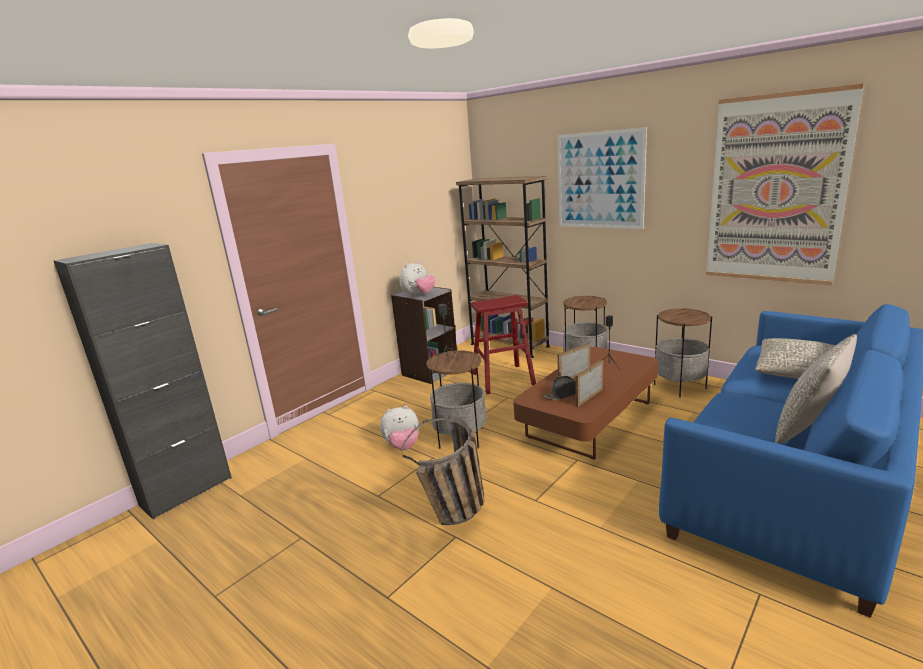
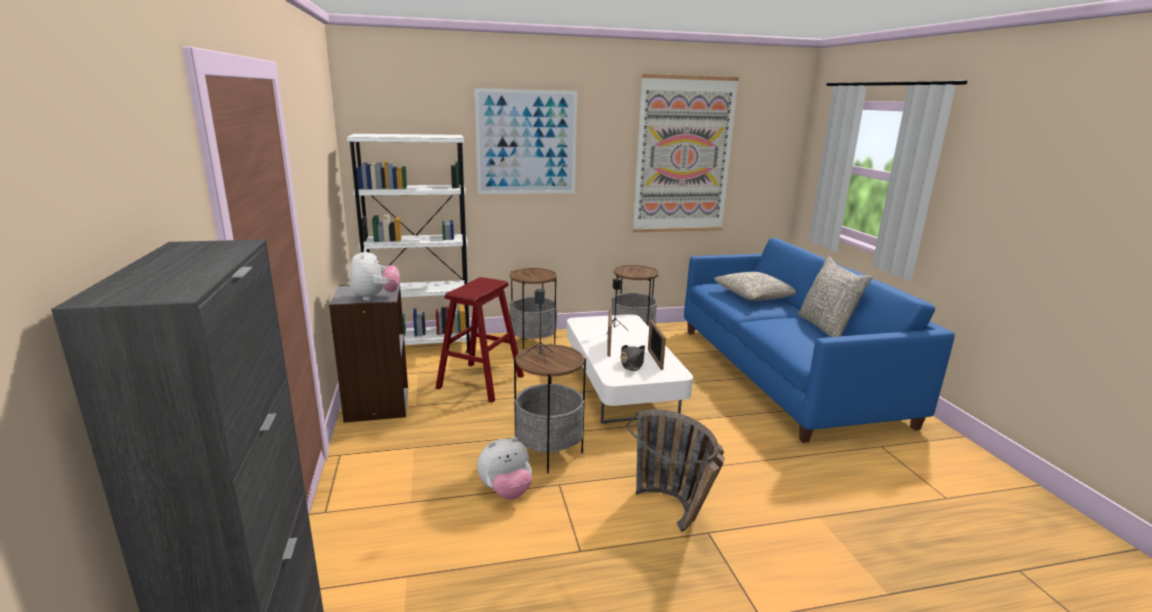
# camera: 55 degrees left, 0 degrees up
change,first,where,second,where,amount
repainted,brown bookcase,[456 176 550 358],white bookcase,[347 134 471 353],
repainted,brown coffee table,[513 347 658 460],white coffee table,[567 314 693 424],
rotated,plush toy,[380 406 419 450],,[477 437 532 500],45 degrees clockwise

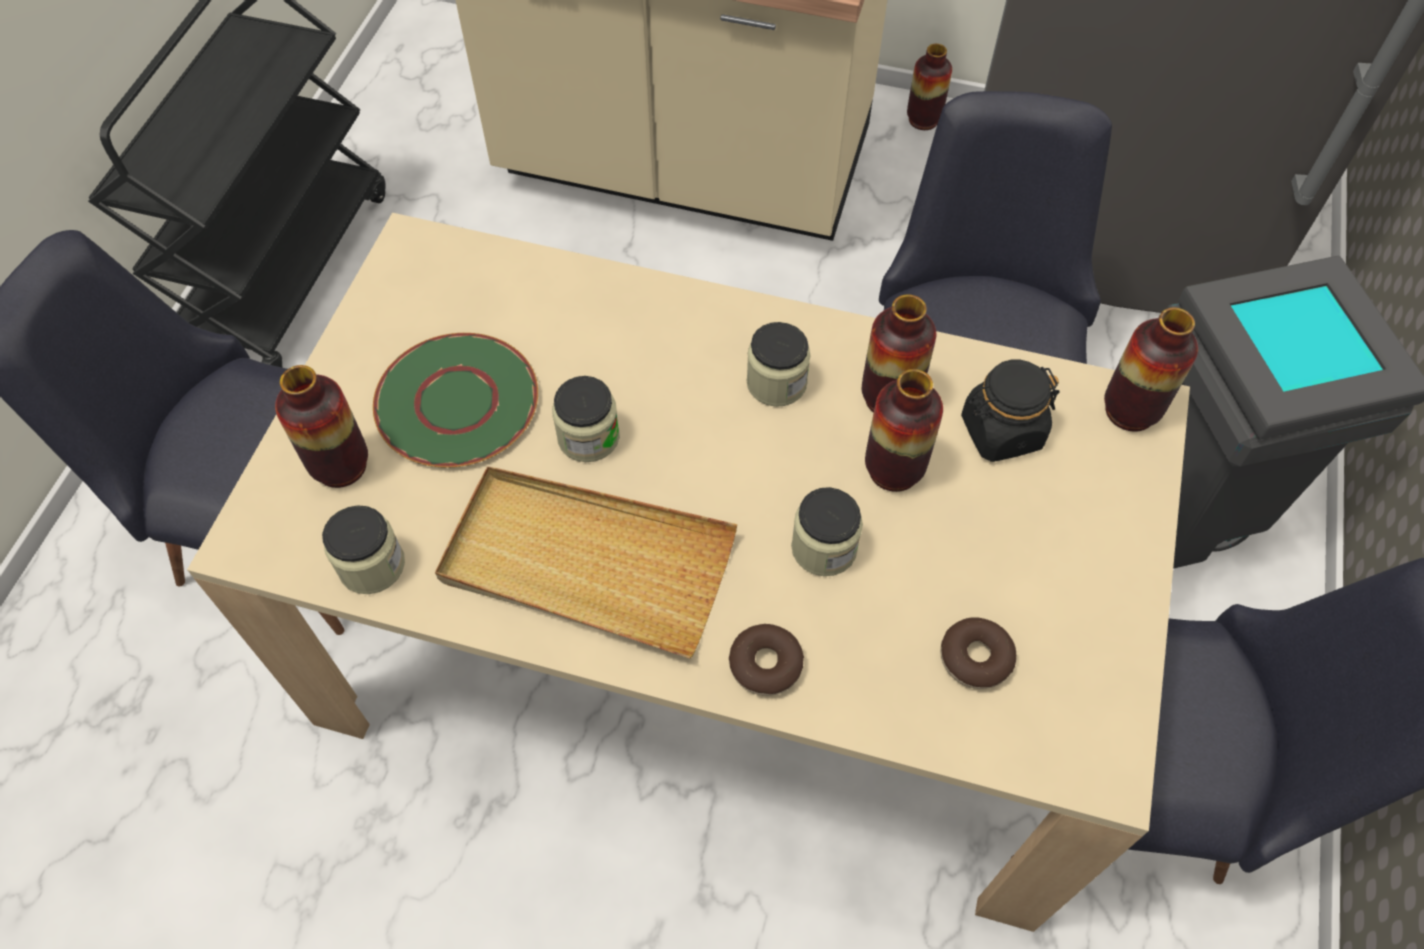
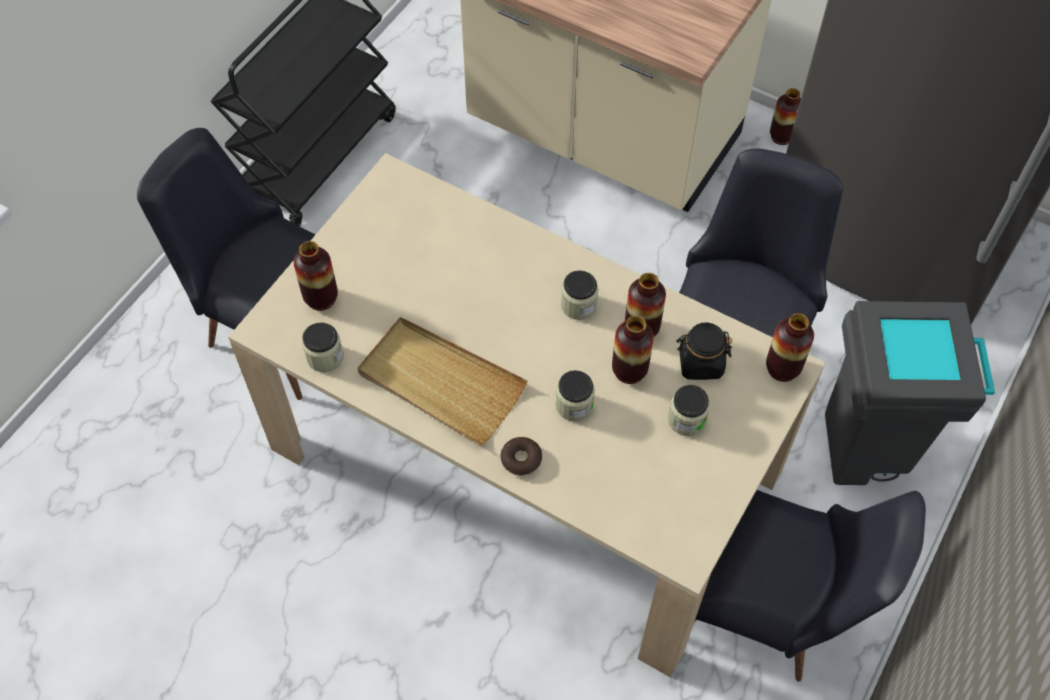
# camera: 15 degrees right, 0 degrees up
change,first,where,second,where,amount
gone,green plate,[373 333 538 468],,,
shifted,jar,[552 376 620 462],,[668 385 710 436],
gone,donut,[940 618 1016 689],,,

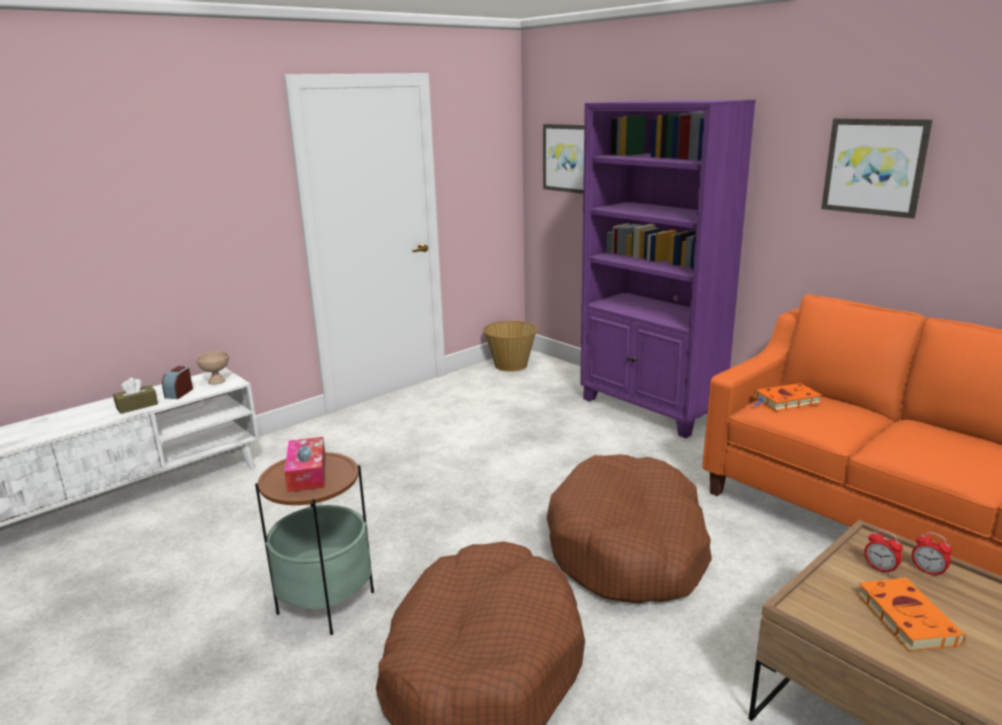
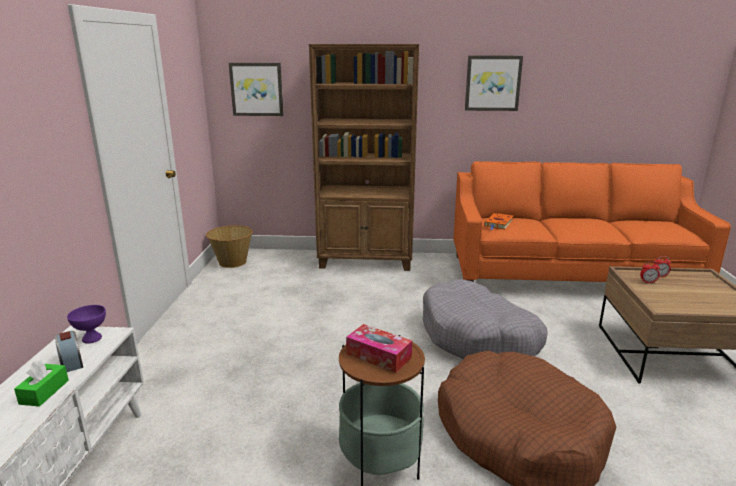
# camera: 45 degrees left, 0 degrees up
change,first,where,second,where,amount
repainted,purple bookcase,[580 100 756 438],brown bookcase,[309 44 419 271],
repainted,beige bowl,[196 351 229 385],purple bowl,[67 305 106 344],
repainted,brown tissue box,[113 377 158 414],green tissue box,[14 360 69 407],
repainted,brown dog bed,[546 454 712 603],grey dog bed,[423 279 548 359],
gone,orange book,[857 578 966 652],,,

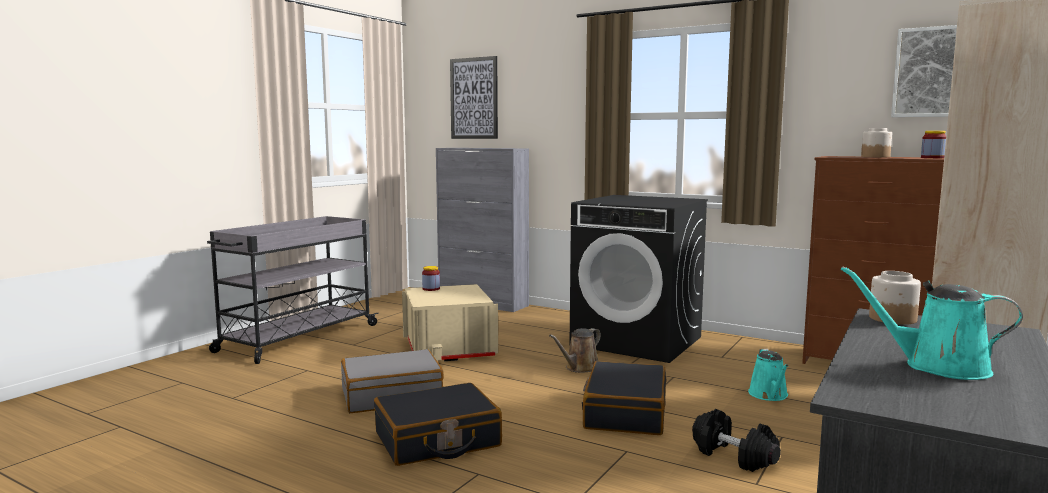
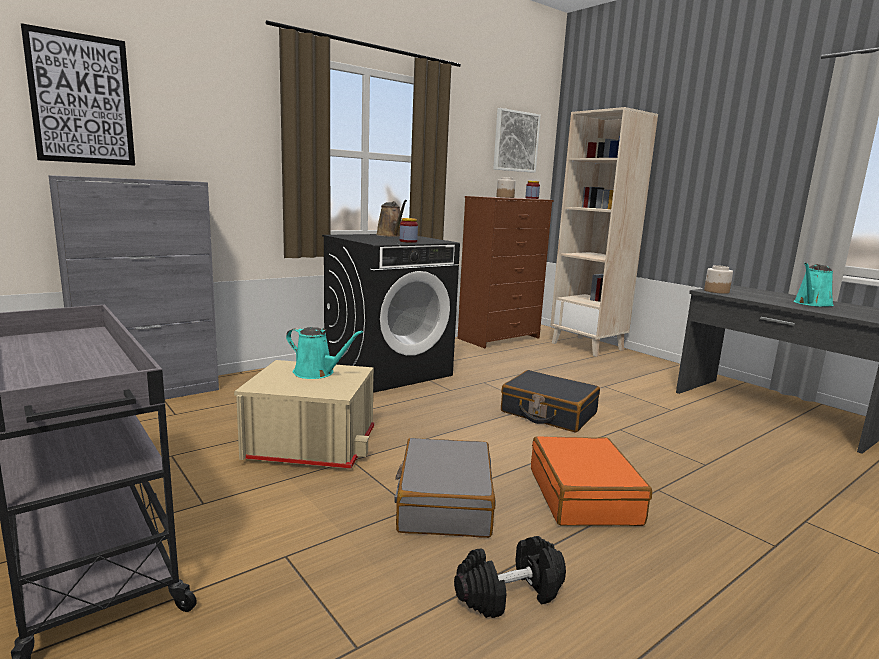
# camera: 70 degrees left, 5 degrees up
change,first,where,second,where,amount
shifted,jar,[422 266 440 291],,[400 218 418 243],
shifted,brown watering can,[549 328 601 373],,[376 200 407 237],
shifted,turquoise watering can,[748 349 789 401],,[286 327 363 379],
repainted,black suitcase,[374 383 502 466],orange suitcase,[531 436 652 526],
shifted,black dumbbell,[692 409 781 472],,[454 536 566 618],

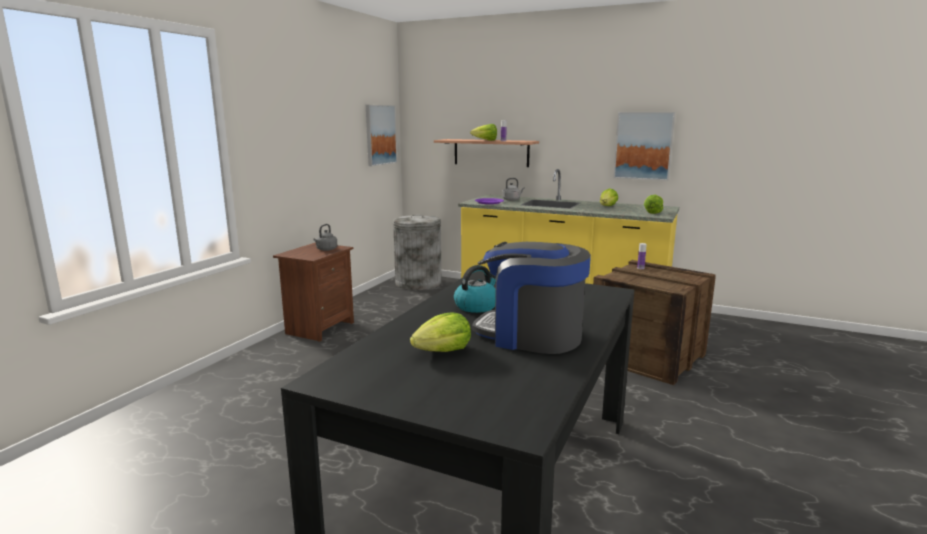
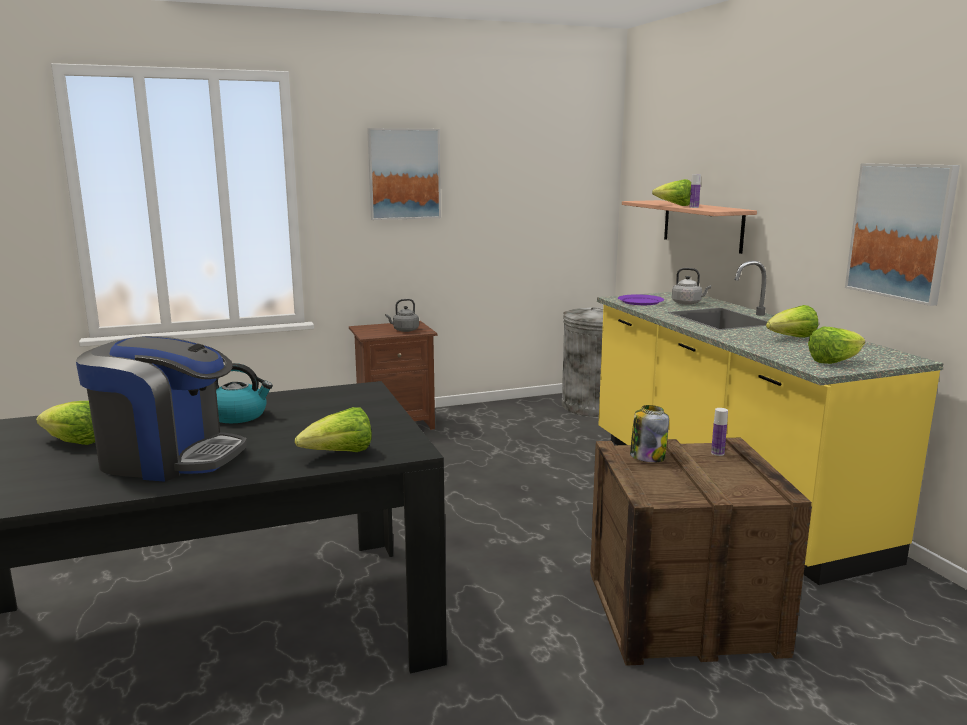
# camera: 45 degrees right, 0 degrees up
change,first,where,second,where,amount
shifted,picture,[366 105 397 166],,[367 128 441 220],
rotated,coffee machine,[472 242 591 354],,[76 336 247 482],120 degrees clockwise
new,,,jar,[630 405 669 463],
new,,,lettuce,[295 407 372 452],

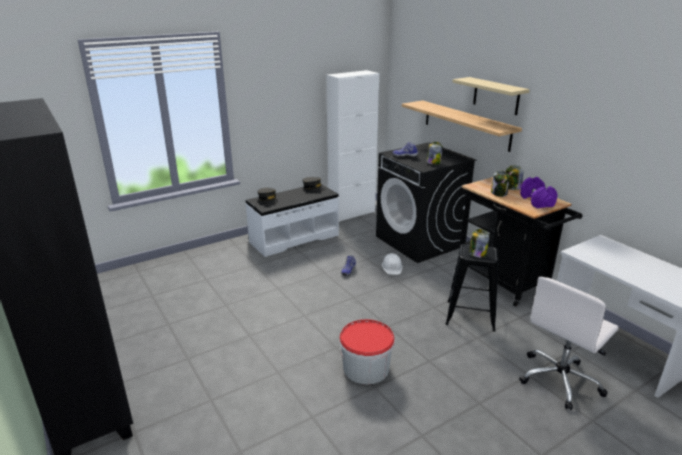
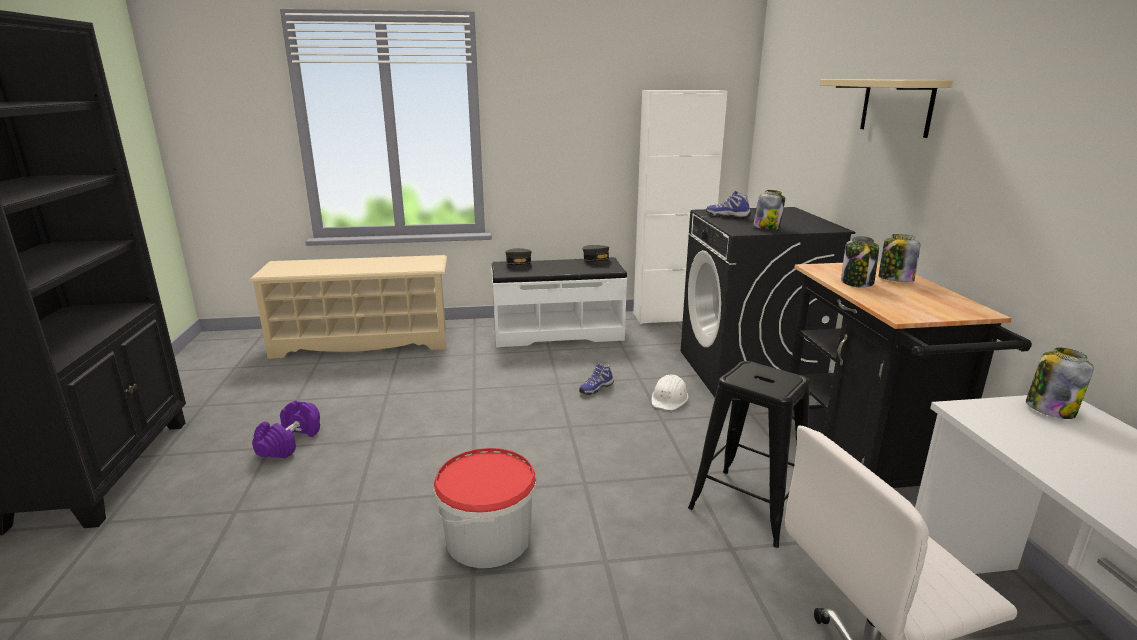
# camera: 25 degrees right, 5 degrees down
change,first,where,second,where,amount
gone,shelf,[402 100 522 152],,,
shifted,purple dumbbell,[520 177 558 208],,[252 401 320 459],
shifted,jar,[469 229 489 258],,[1026 348 1094 419],
new,,,beige shoe rack,[249 255 447 359],

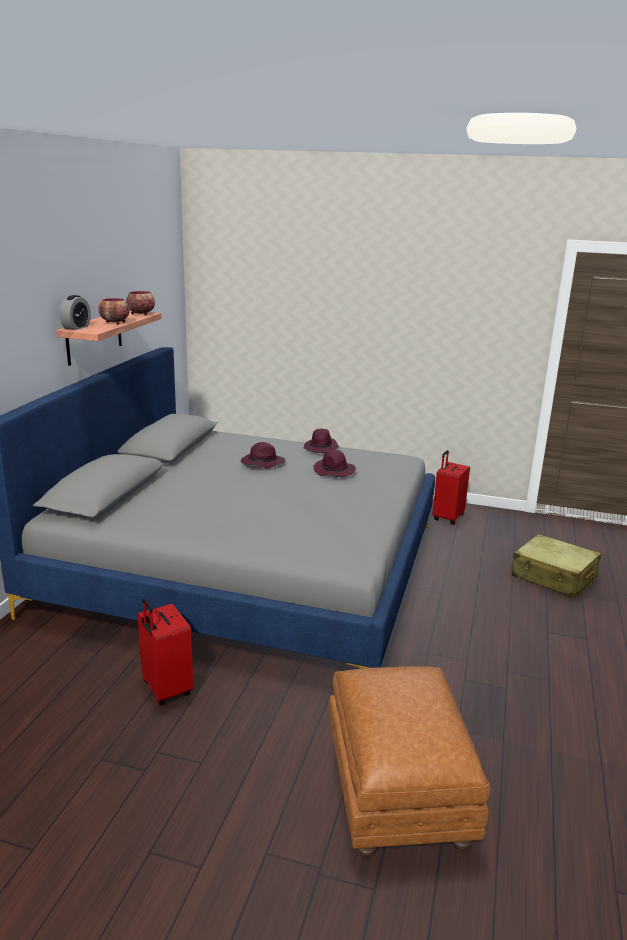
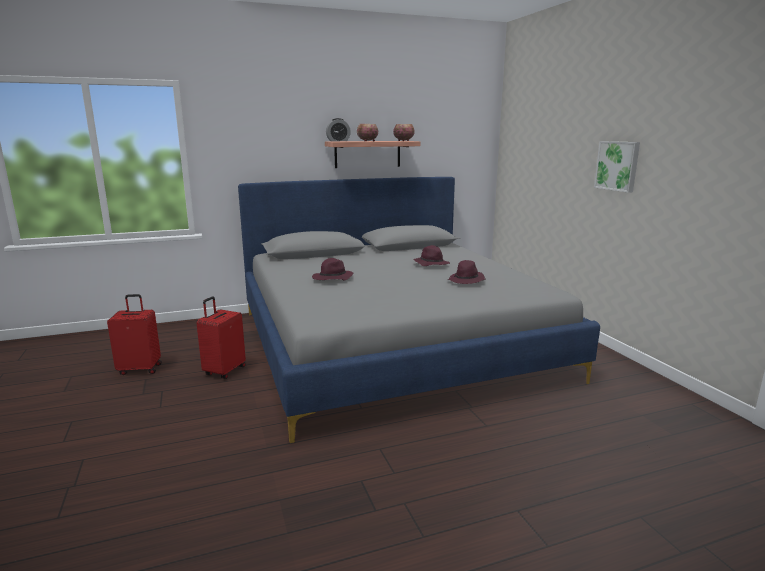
# camera: 55 degrees right, 5 degrees down
change,first,where,second,where,amount
shifted,purple hat,[304 429 340 453],,[312 258 353 280],
shifted,red suitcase,[432 450 470 525],,[107 294 162 375],
gone,beige suitcase,[512 534 601 598],,,
gone,brown ottoman,[329 666 490 859],,,
new,,,picture,[594 141 640 193],

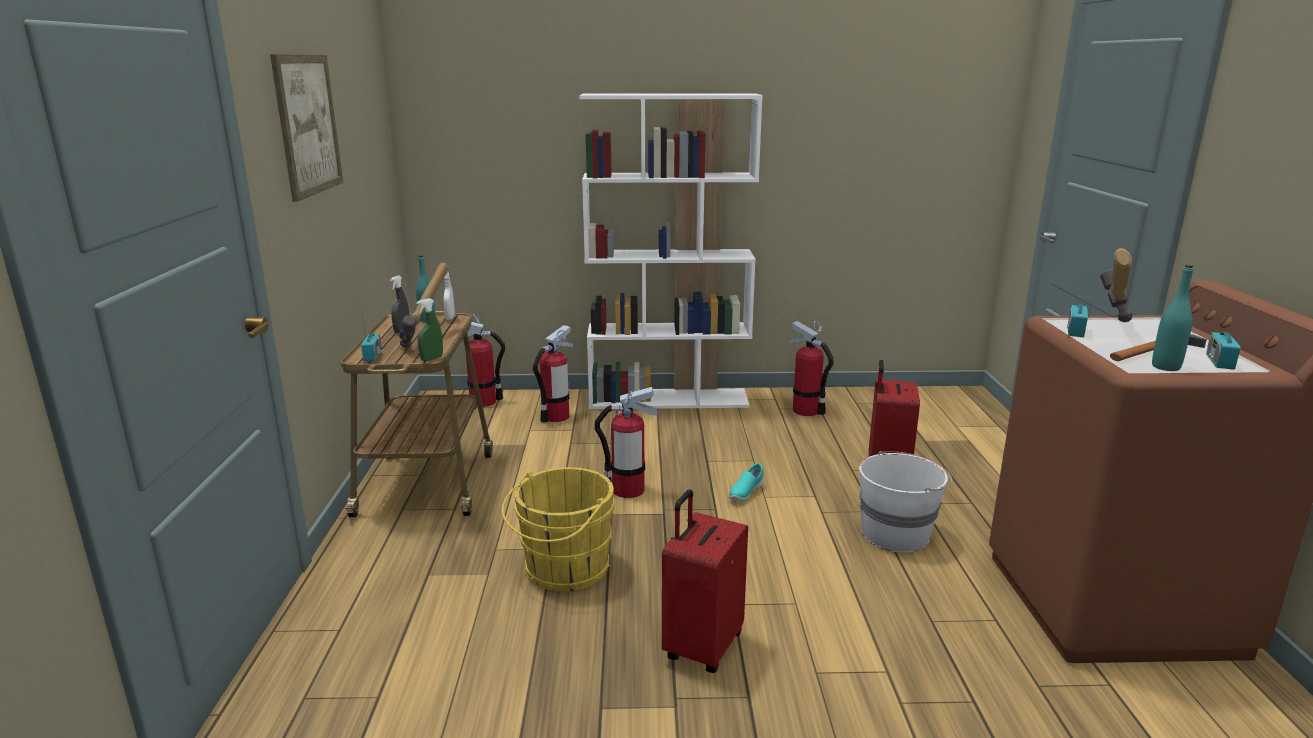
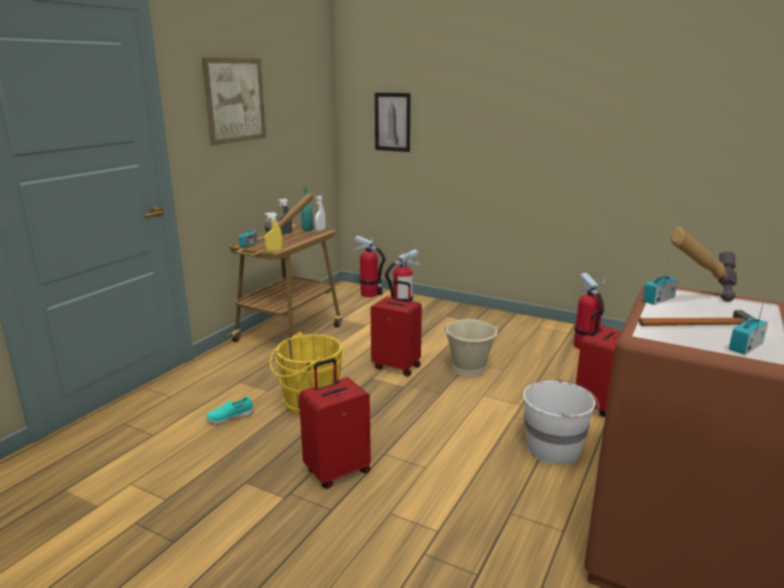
# camera: 30 degrees right, 0 degrees up
change,first,where,second,where,amount
gone,white bookcase,[579 93 763 409],,,
gone,turquoise bottle,[1152 264 1194 371],,,
repainted,green spray bottle,[416 298 443 361],yellow spray bottle,[265 212 282 252],
swapped,fire extinguisher,[595 387 658 498],red suitcase,[371 280 422 377],
shifted,turquoise shoe,[729 463 763 501],,[206 397 253 424],
new,,,picture,[375 93 411 152],
new,,,beige bucket,[443 319 499 377],

